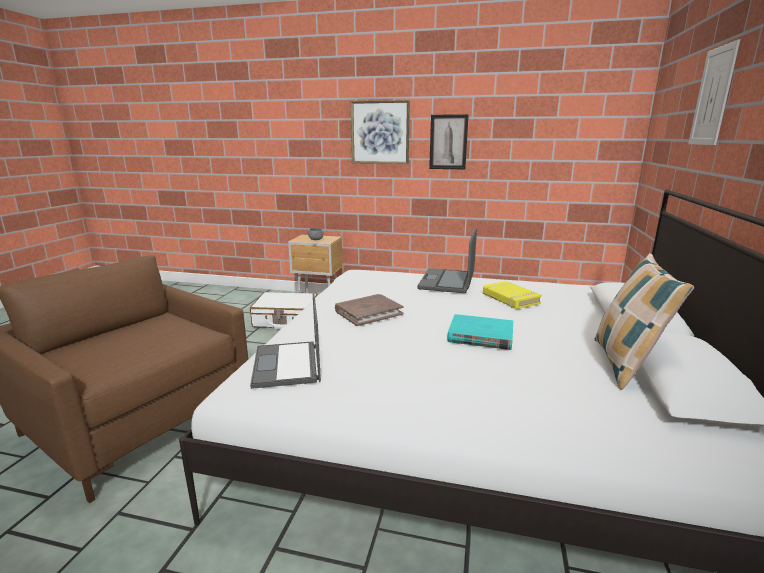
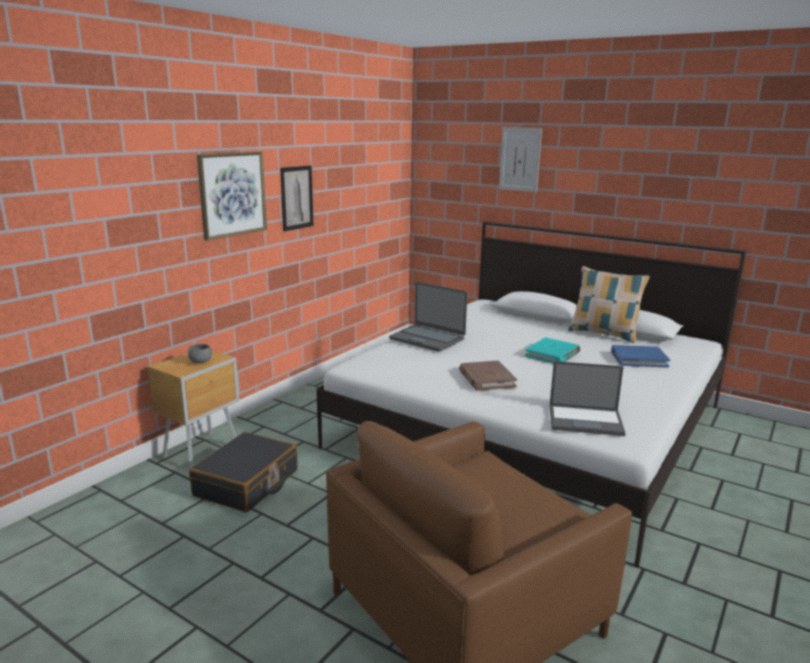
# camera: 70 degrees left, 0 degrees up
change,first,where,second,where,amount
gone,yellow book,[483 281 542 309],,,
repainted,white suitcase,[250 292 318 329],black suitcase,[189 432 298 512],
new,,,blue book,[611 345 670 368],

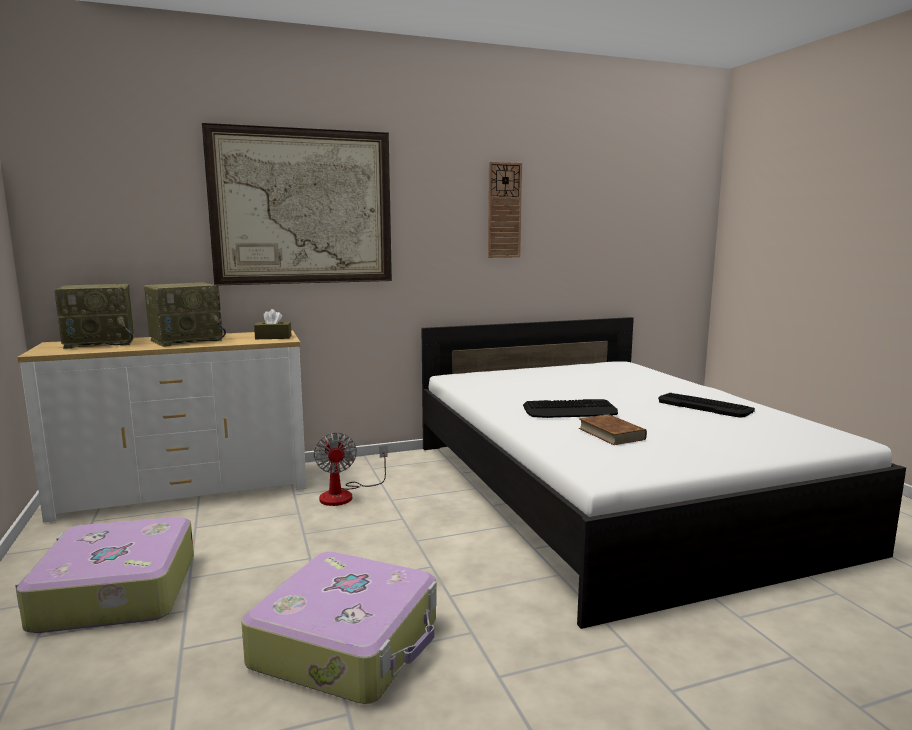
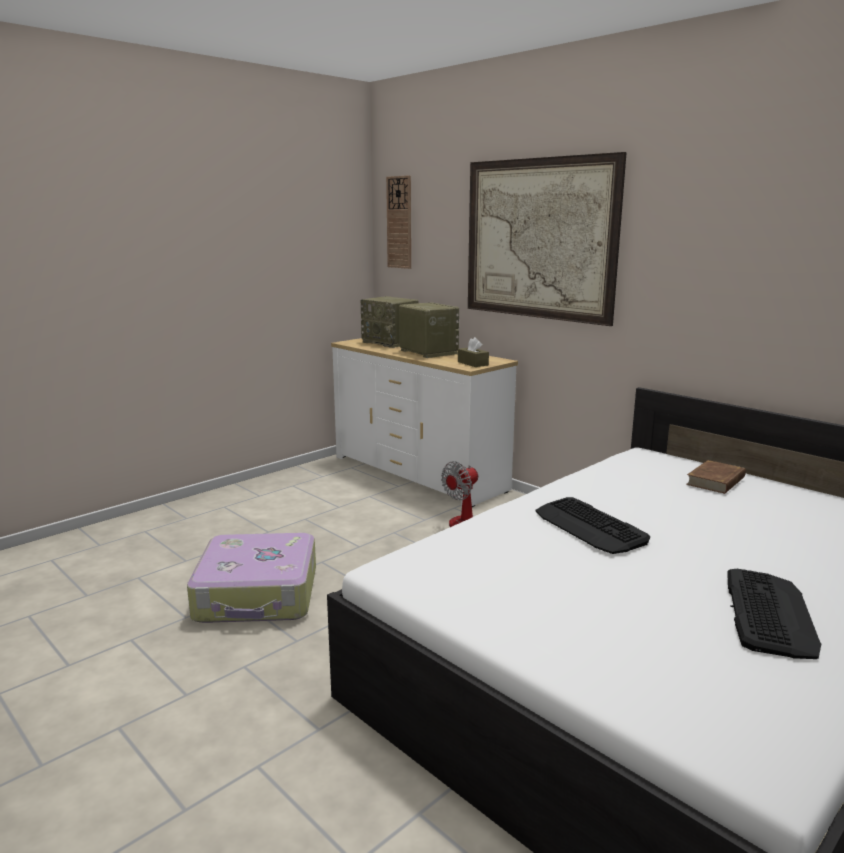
# camera: 65 degrees right, 5 degrees up
change,first,where,second,where,amount
shifted,wall clock,[488 162 522 258],,[386 175 411 269],
rotated,radio,[144 282 226 347],,[399 302 459 358],150 degrees counterclockwise
shifted,brown book,[578 414 647 445],,[686 460 746 494],
gone,suitcase,[15 517 194 633],,,

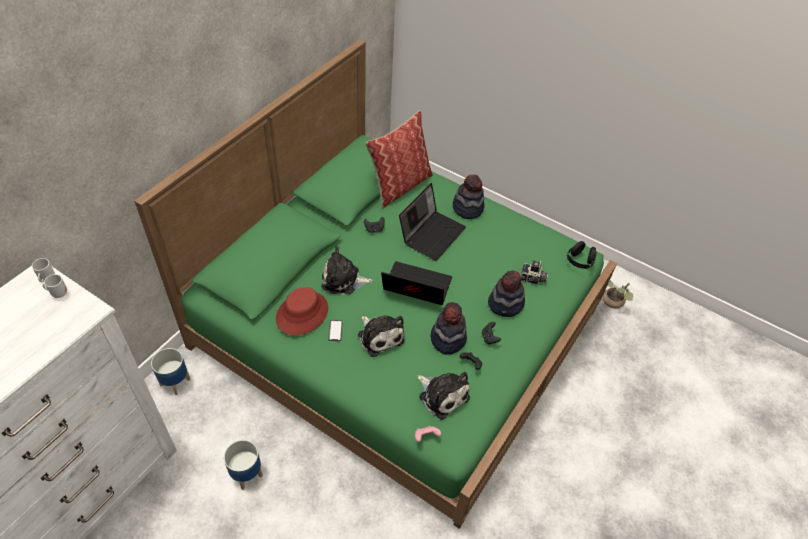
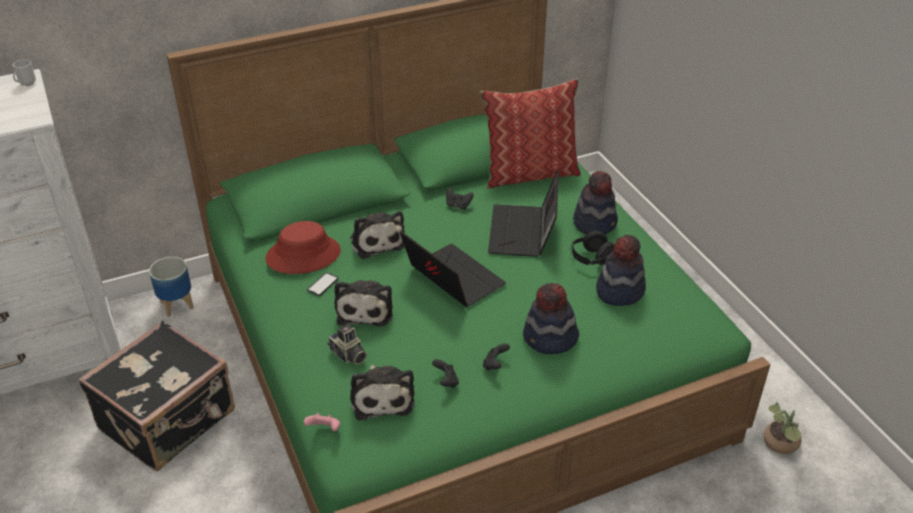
# camera: 35 degrees right, 10 degrees down
change,first,where,second,where,amount
rotated,laptop,[399 183 466 261],,[488 170 559 257],120 degrees clockwise
shifted,black headphones,[567 241 597 269],,[570 231 615 265],
rotated,plush toy,[322 246 373 294],,[350 211 405 259],150 degrees counterclockwise
shifted,photo camera,[521 260 548 285],,[327 324 367 365],
gone,mug,[42 274 67 298],,,
shifted,hat,[431 302 467 355],,[596 235 646 306],
swapped,planter,[224 440 263 490],black suitcase,[78 321 235 471],

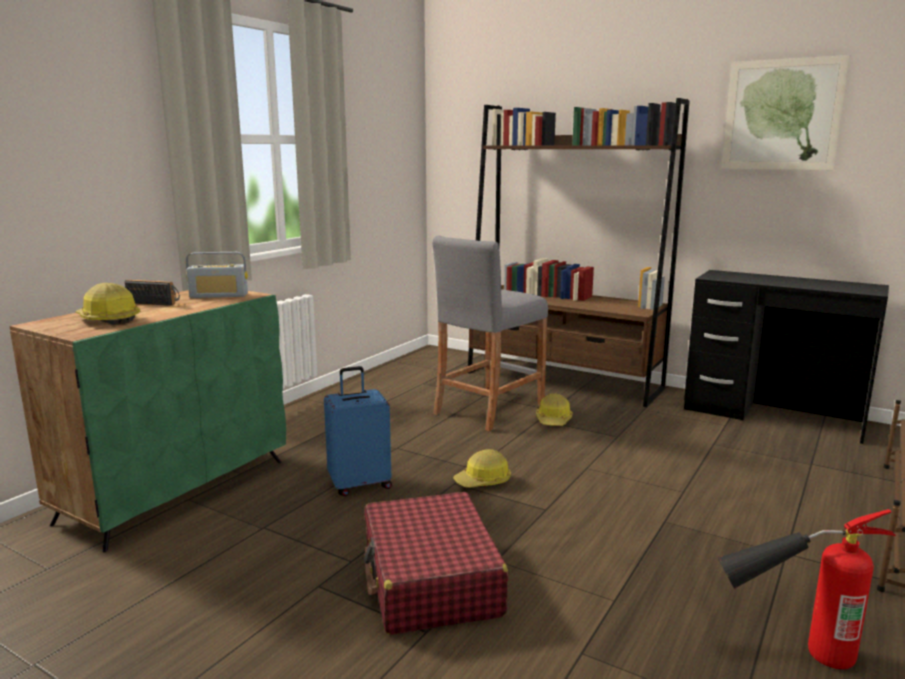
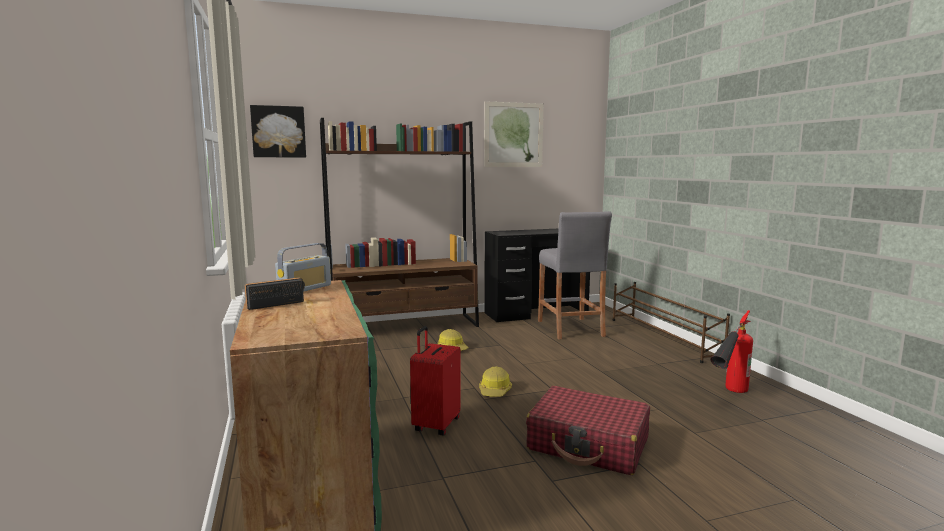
# camera: 50 degrees left, 5 degrees down
change,first,where,second,where,amount
shifted,grey stool,[432 236 548 431],,[538 211 612 339],
gone,hard hat,[75 283 140 325],,,
repainted,blue suitcase,[324 366 392 496],red suitcase,[410 326 461 436],
new,,,picture,[250 105 306 158],

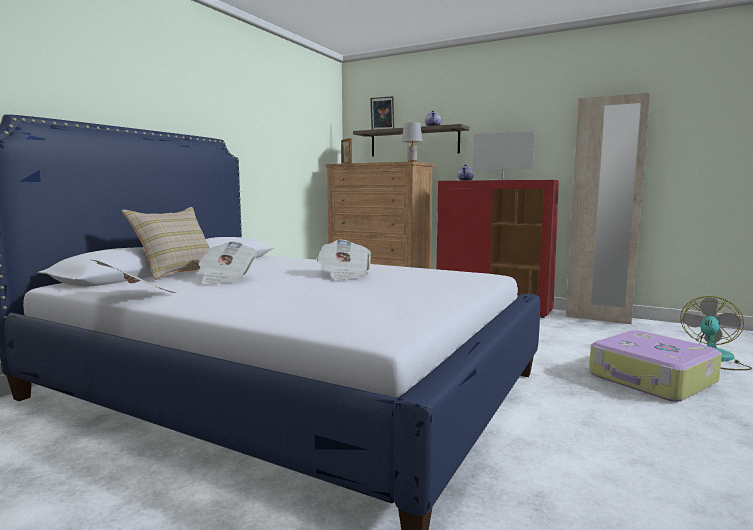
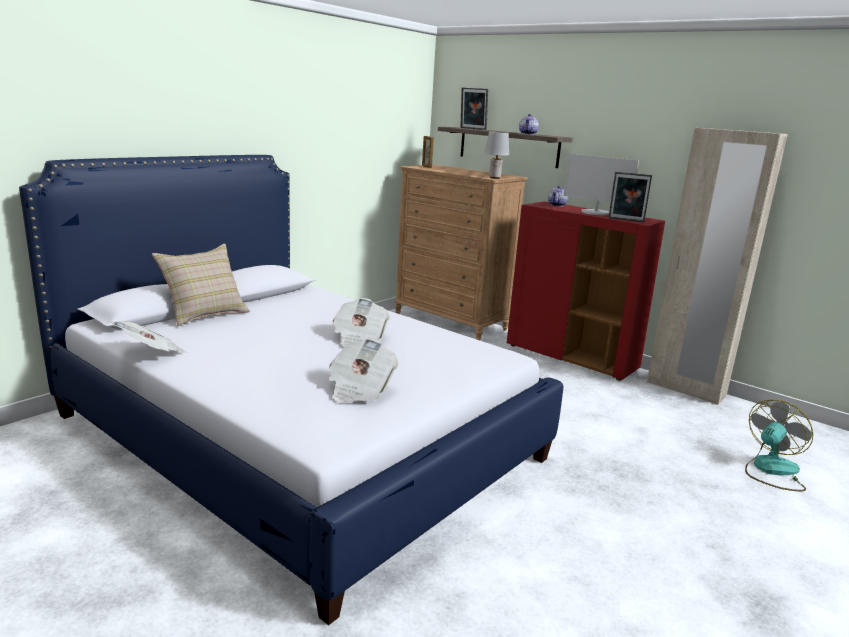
# camera: 10 degrees right, 10 degrees up
change,first,where,second,where,amount
shifted,newspaper,[198 241 257 284],,[329 338 398 403],
gone,suitcase,[589 330 722 402],,,
new,,,picture frame,[609 172 652 222],

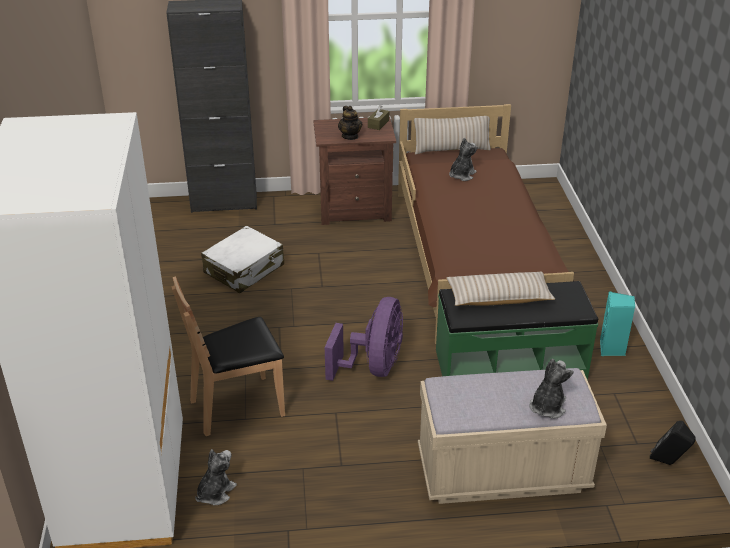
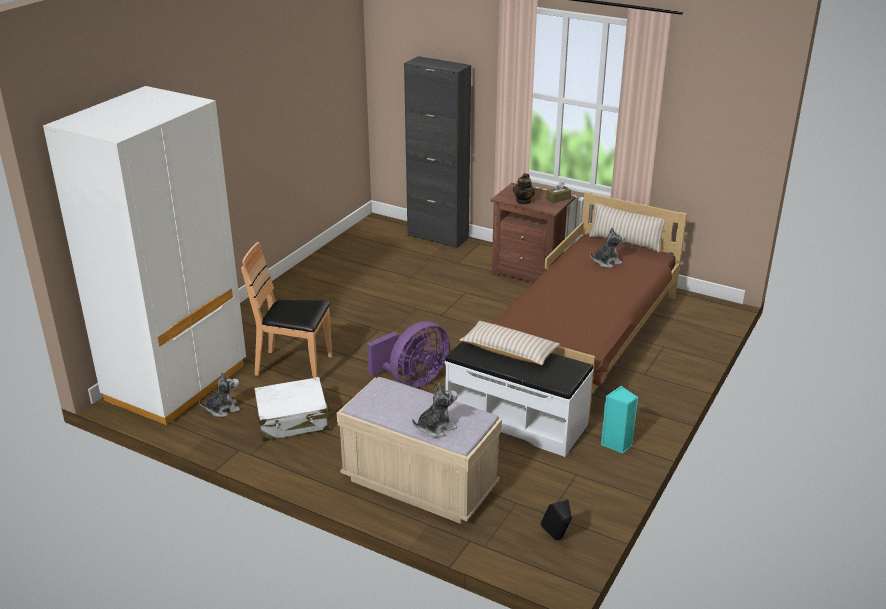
# camera: 35 degrees right, 5 degrees down
change,first,where,second,where,amount
shifted,white suitcase,[201 226 284 293],,[254 377 332 441],
repainted,green bench,[436 281 598 380],white bench,[445 342 593 457],

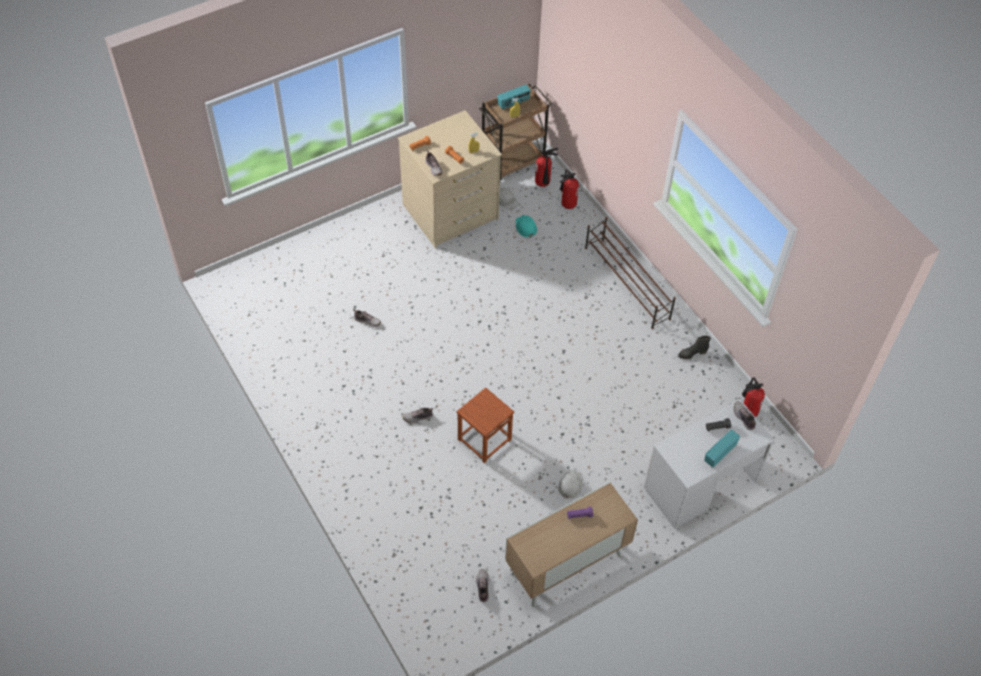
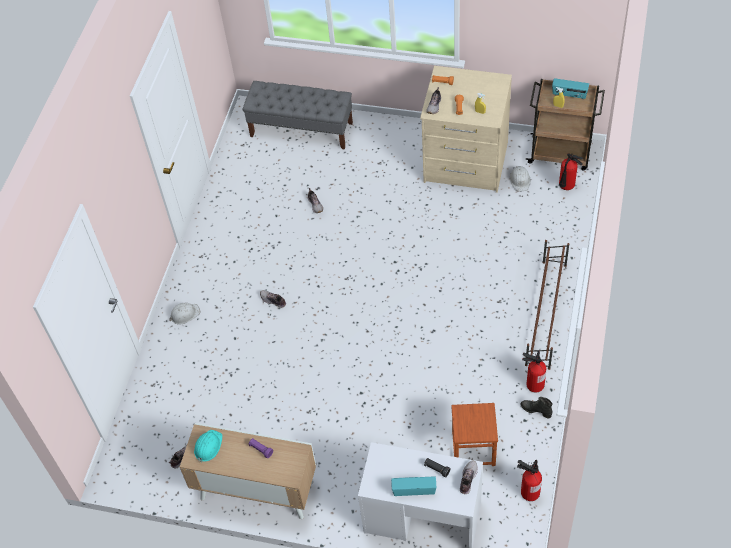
# camera: 50 degrees right, 0 degrees up
change,first,where,second,where,amount
shifted,fire extinguisher,[560 169 579 209],,[522 350 547 392],
shifted,turquoise hard hat,[516 215 537 238],,[194 430 223 462],
shifted,brown stool,[457 387 514 463],,[451 403 498 466],
shifted,white hard hat,[558 470 583 499],,[169 303 201 325],
new,,,grey bench,[243 81 353 149],

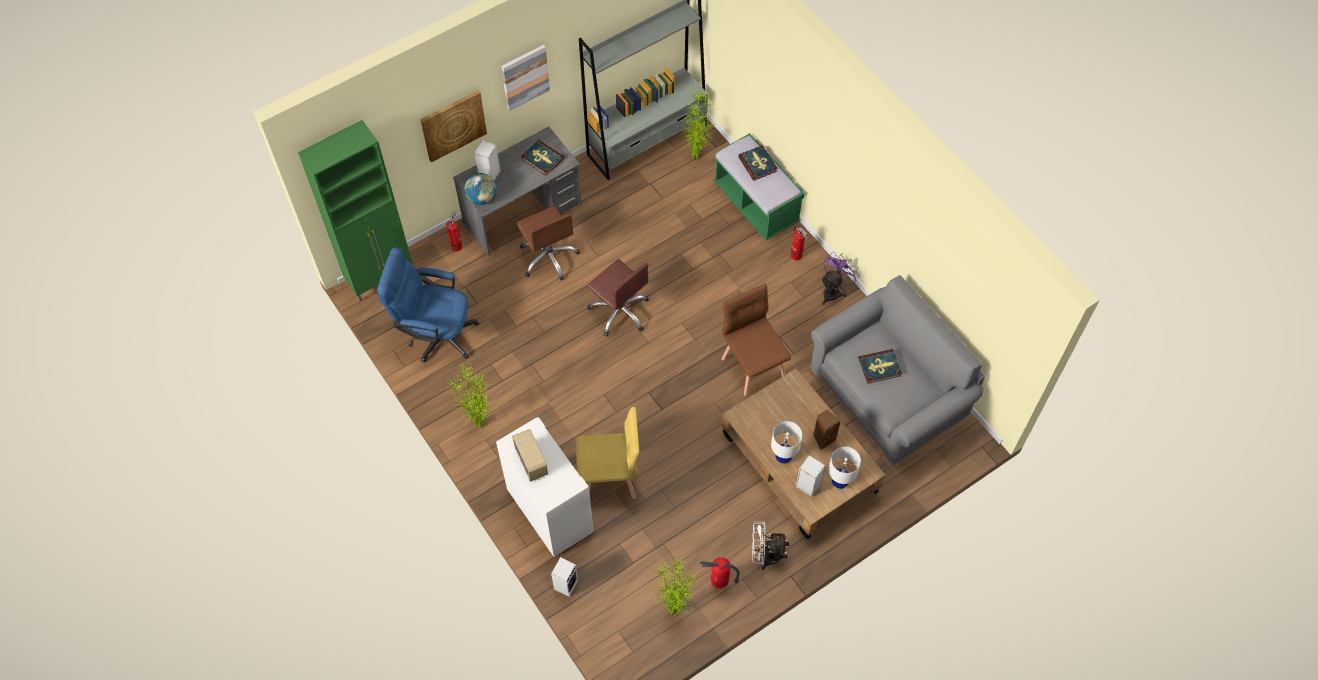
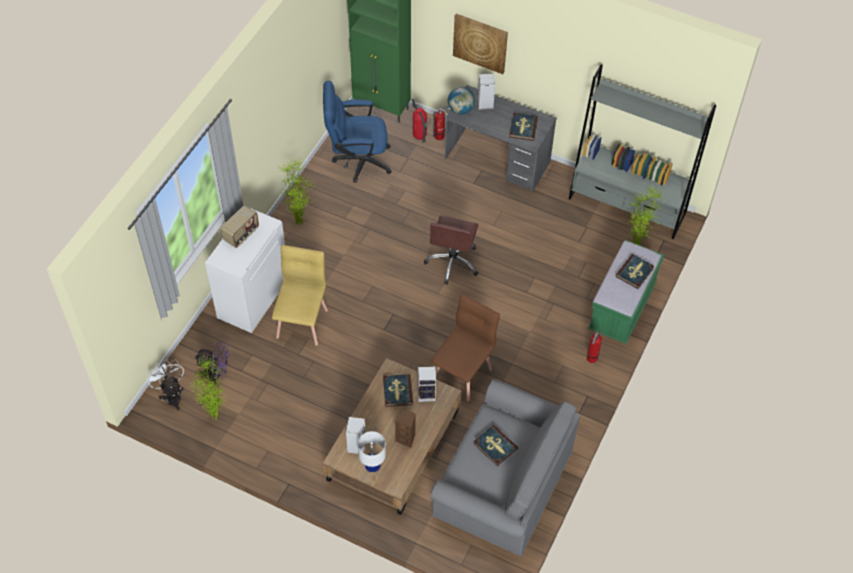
# camera: 60 degrees right, 5 degrees down
change,first,where,second,where,amount
gone,picture,[501 45 550 111],,,
gone,brown office chair,[516 205 580 280],,,
rotated,blue office chair,[377 247 479 362],,[323 81 392 183],75 degrees counterclockwise
shifted,purple fan,[821 252 860 305],,[195 341 230 386],
rotated,yellow chair,[575 407 639 499],,[272 245 328 346],135 degrees counterclockwise
gone,white table lamp,[771 421 802 464],,,
shifted,white fan,[752 522 789 570],,[146 359 184 411],
shifted,speaker,[551 557 578 597],,[418 367 436 402],
shifted,fire extinguisher,[700 557 739 588],,[411 99 427 143],
new,,,book,[383 374 413 407],

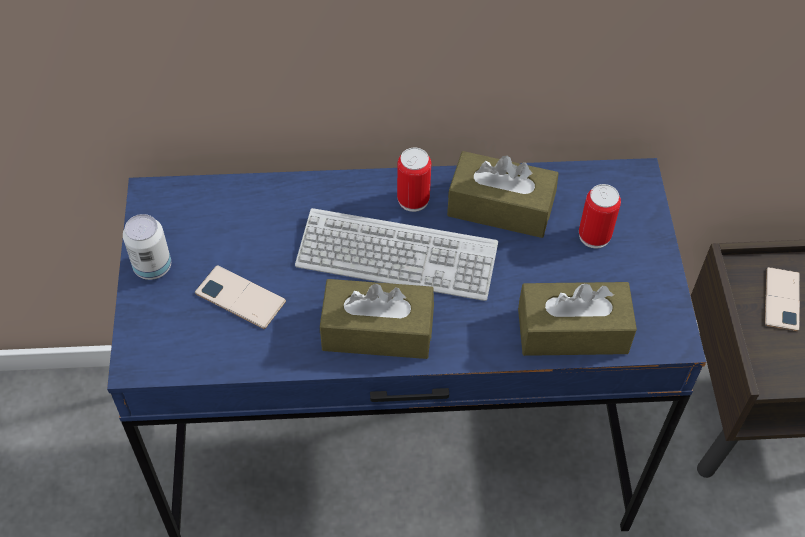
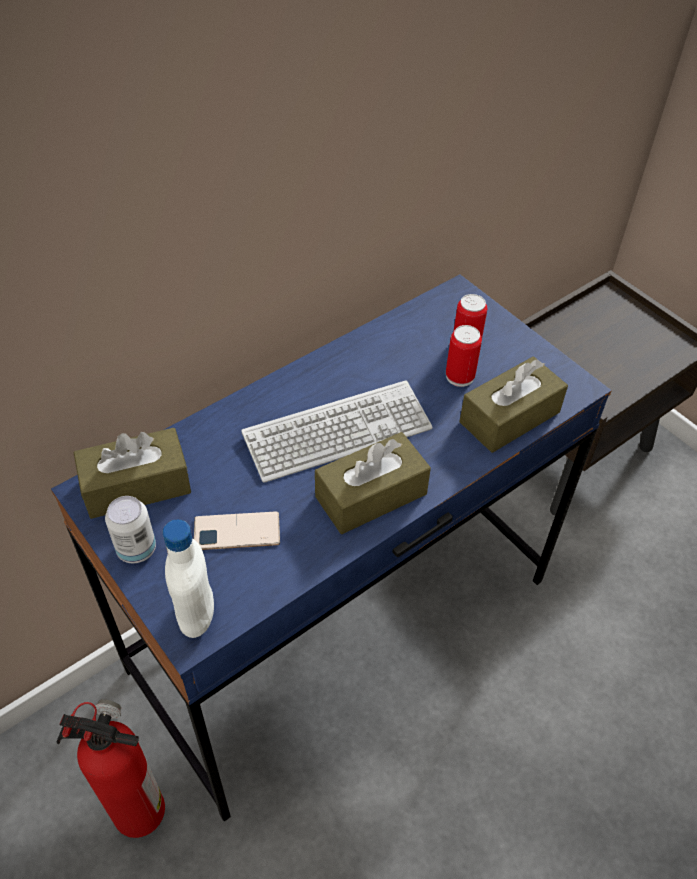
# camera: 35 degrees left, 5 degrees down
change,first,where,second,where,amount
shifted,can,[397 148 431 212],,[446 325 482 387],
shifted,brown tissue box,[447 151 559 238],,[73 428 191 519],
gone,phone,[765 267 800 331],,,
new,,,white bottle,[163 520 214 638],
new,,,fire extinguisher,[56 699 165 838],

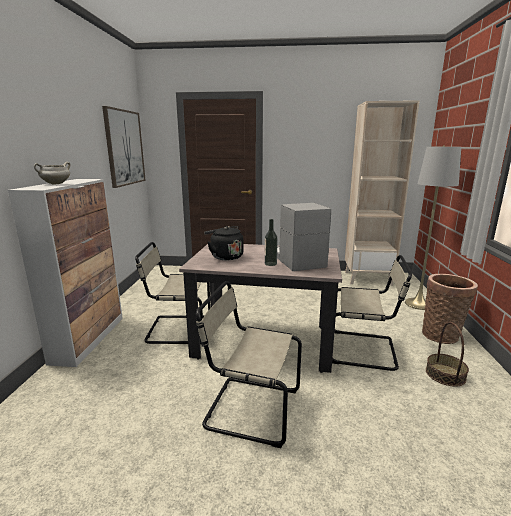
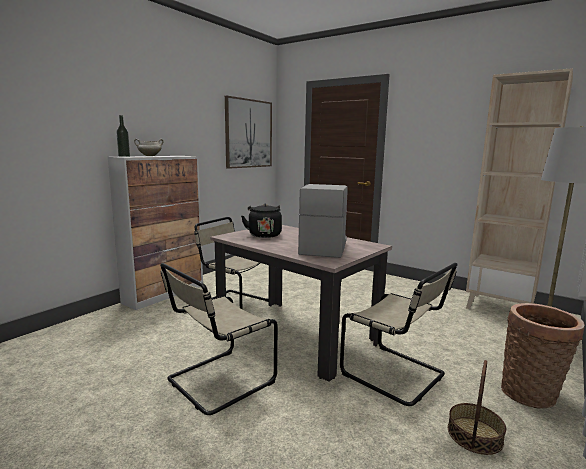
# camera: 30 degrees right, 5 degrees down
change,first,where,second,where,amount
shifted,bottle,[265 219 278 266],,[116 115 130 157],
rotated,beige chair,[196 281 302 448],,[160 263 278 415],90 degrees counterclockwise

